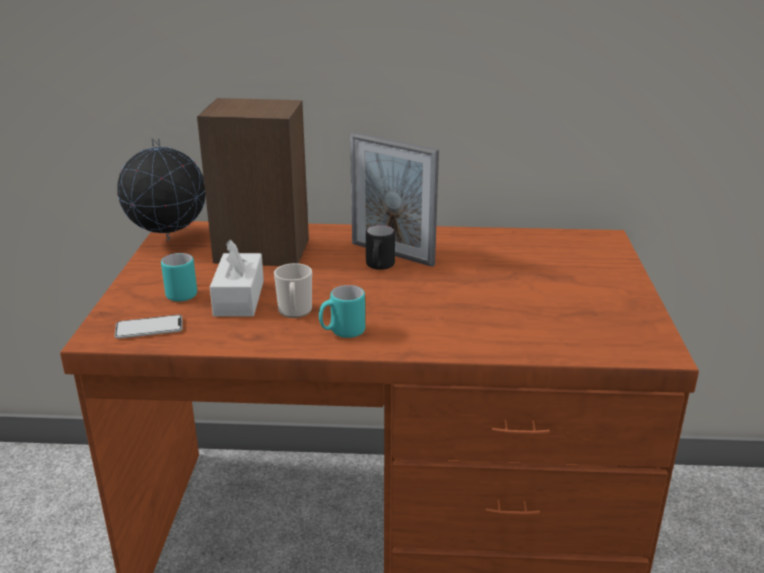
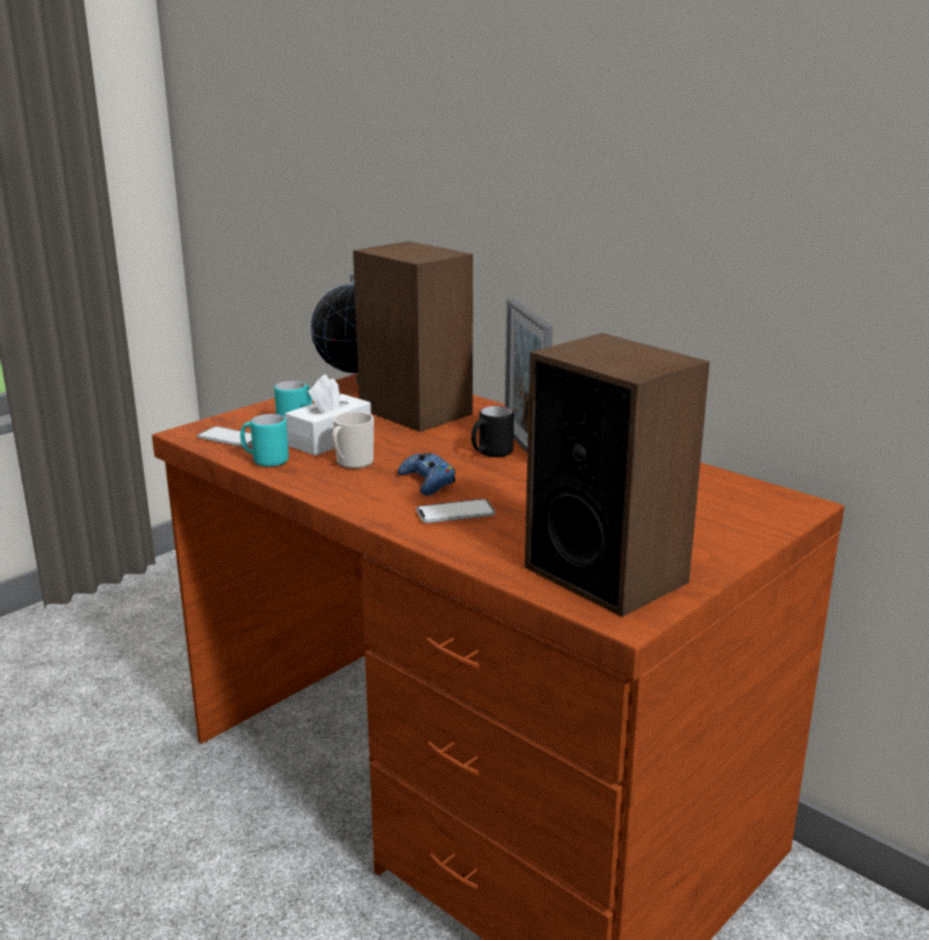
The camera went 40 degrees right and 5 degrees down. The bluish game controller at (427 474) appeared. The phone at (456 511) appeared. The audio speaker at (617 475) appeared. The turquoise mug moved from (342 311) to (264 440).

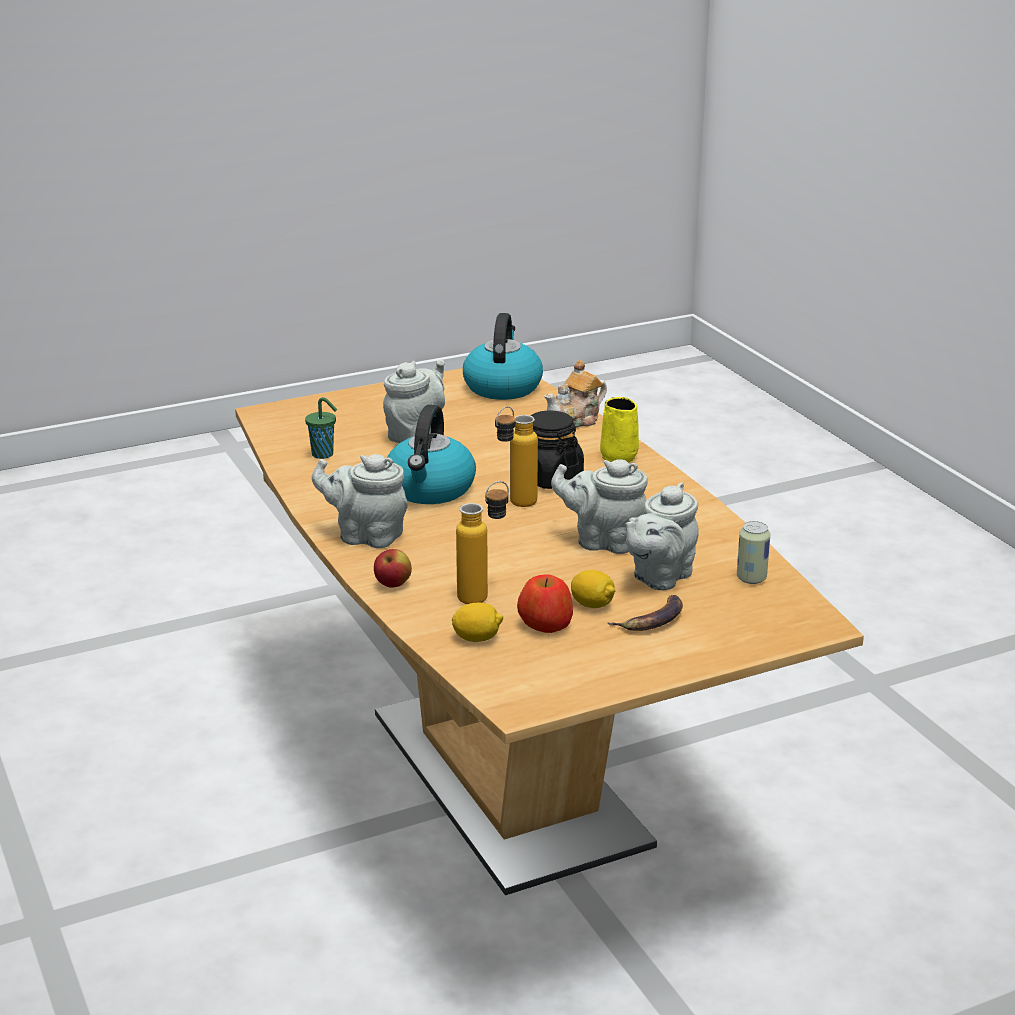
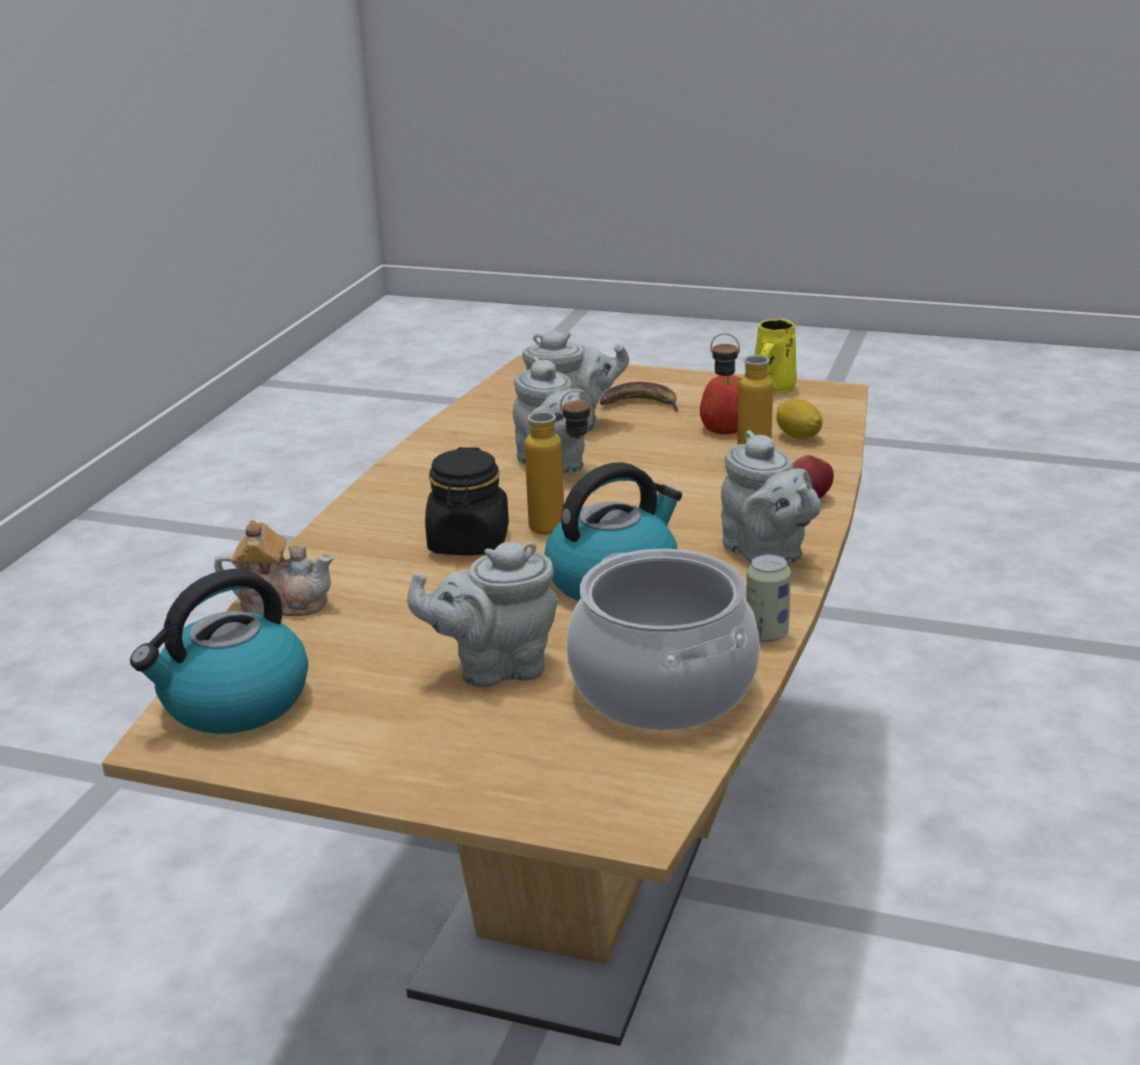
The camera went 135 degrees left and 0 degrees up. The lemon at (593 589) disappeared. The yellow mug moved from (619 430) to (776 356). The metal can moved from (753 552) to (768 598). The green-coloured small cup at (321 428) was replaced by the cooking pot at (663 639).

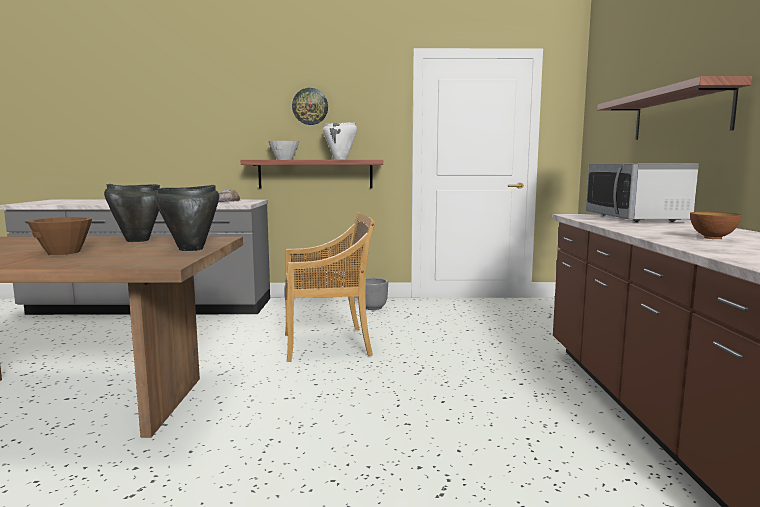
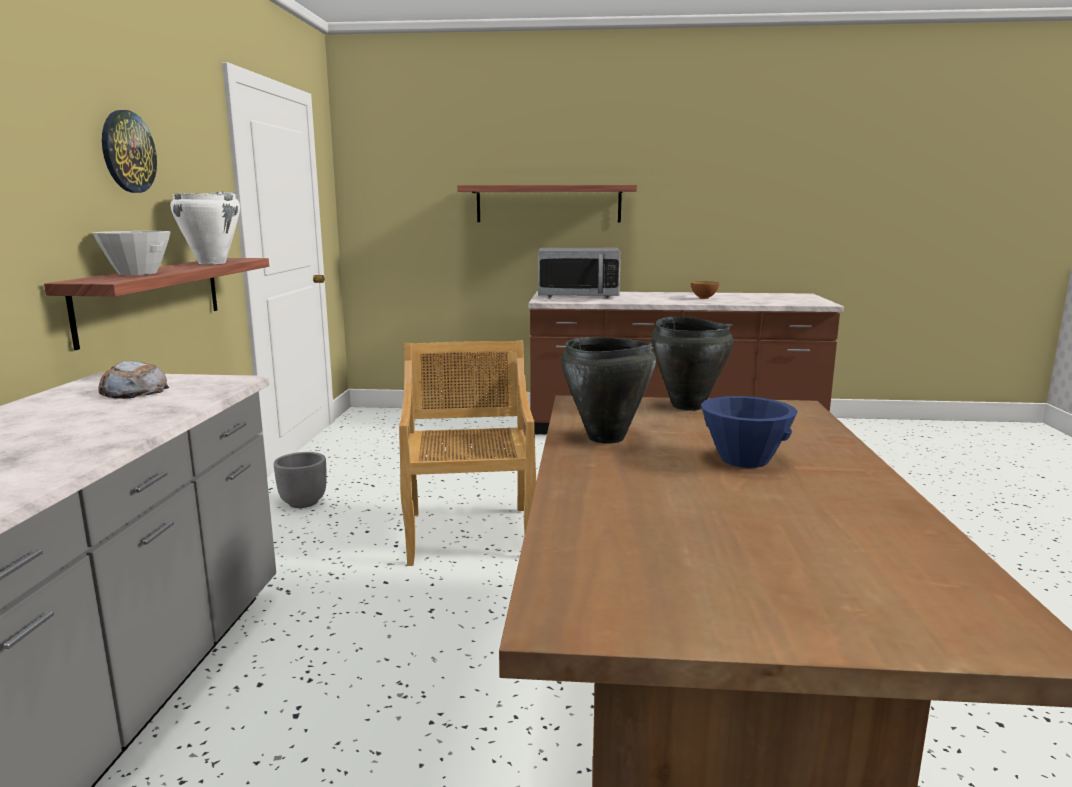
The camera went 85 degrees left and 5 degrees up. The brownish bowl at (59 236) became the bluish bowl at (749 432).

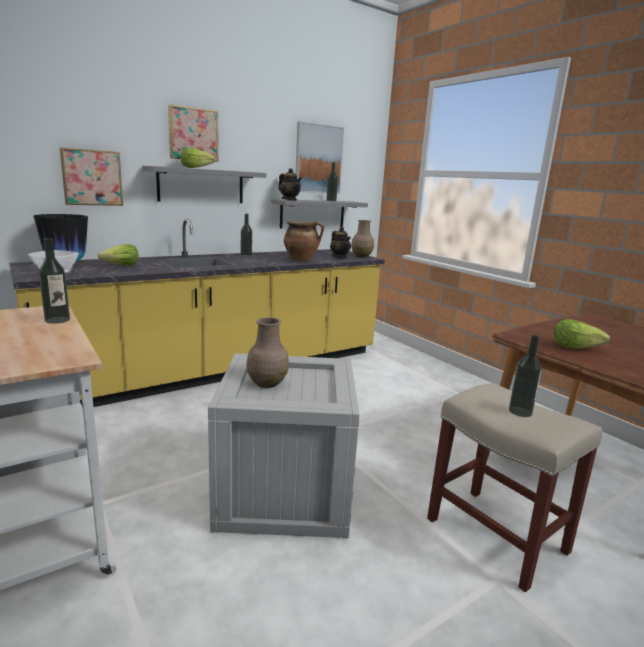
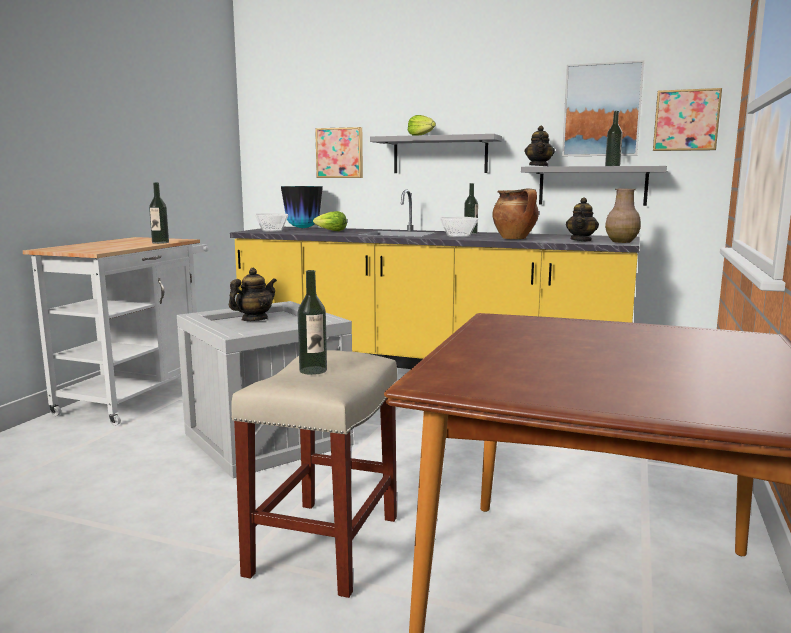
The camera went 55 degrees right and 5 degrees down. The lettuce head at (582 334) disappeared. The bowl at (459 227) appeared. The picture moved from (193 133) to (687 119). The brownish decorative vase at (267 352) was replaced by the pot for tea at (253 294).

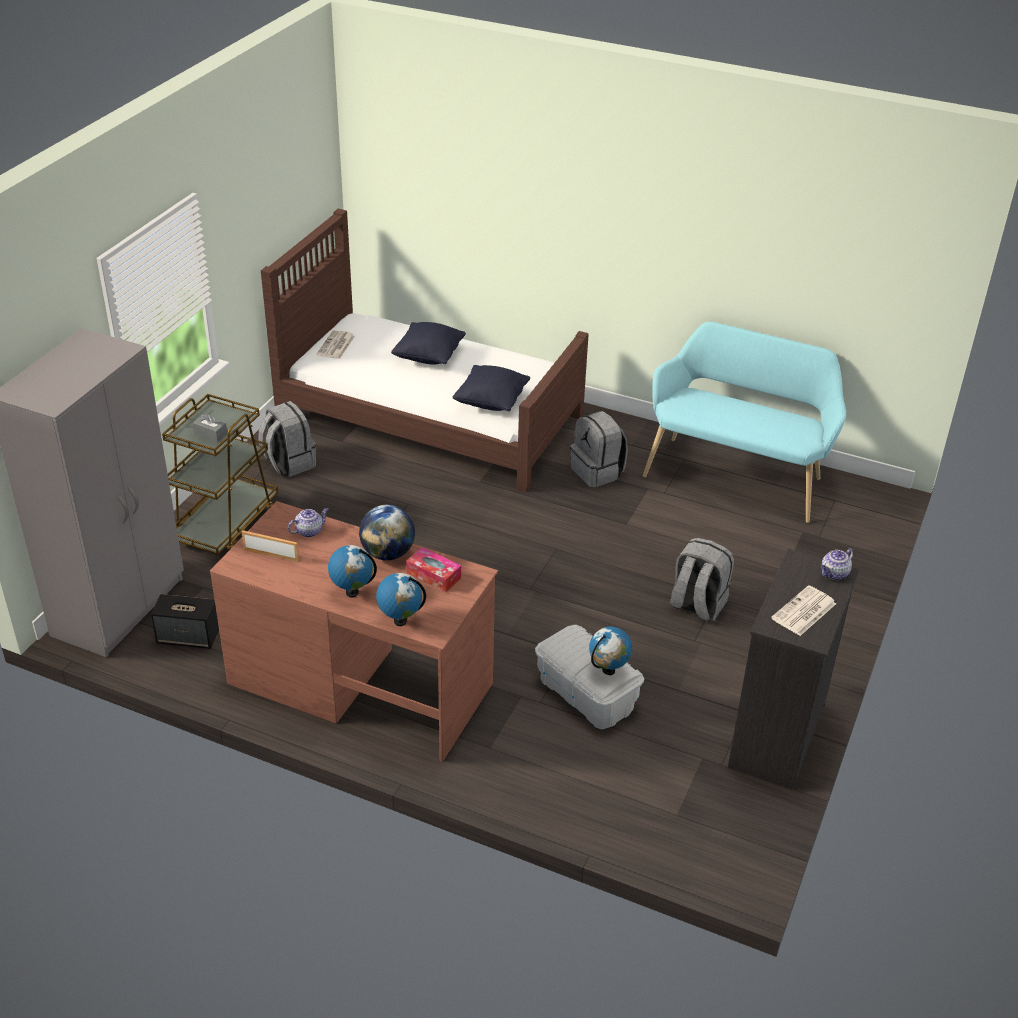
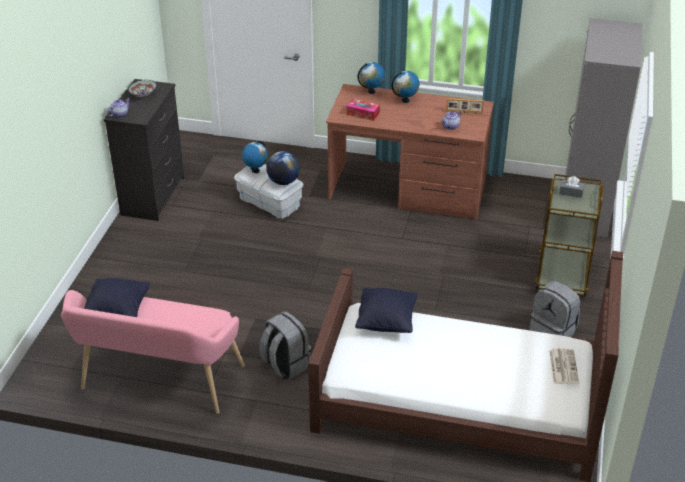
The camera went 170 degrees right and 0 degrees up. The audio speaker at (185 621) disappeared. The greyish rucksack at (702 580) disappeared. The world globe moved from (387 532) to (283 168). The black-coloured pillow moved from (428 343) to (117 297). The printed paper at (803 610) was replaced by the bowl at (142 88). The turquoise long seat at (744 422) became the pink long seat at (153 352).

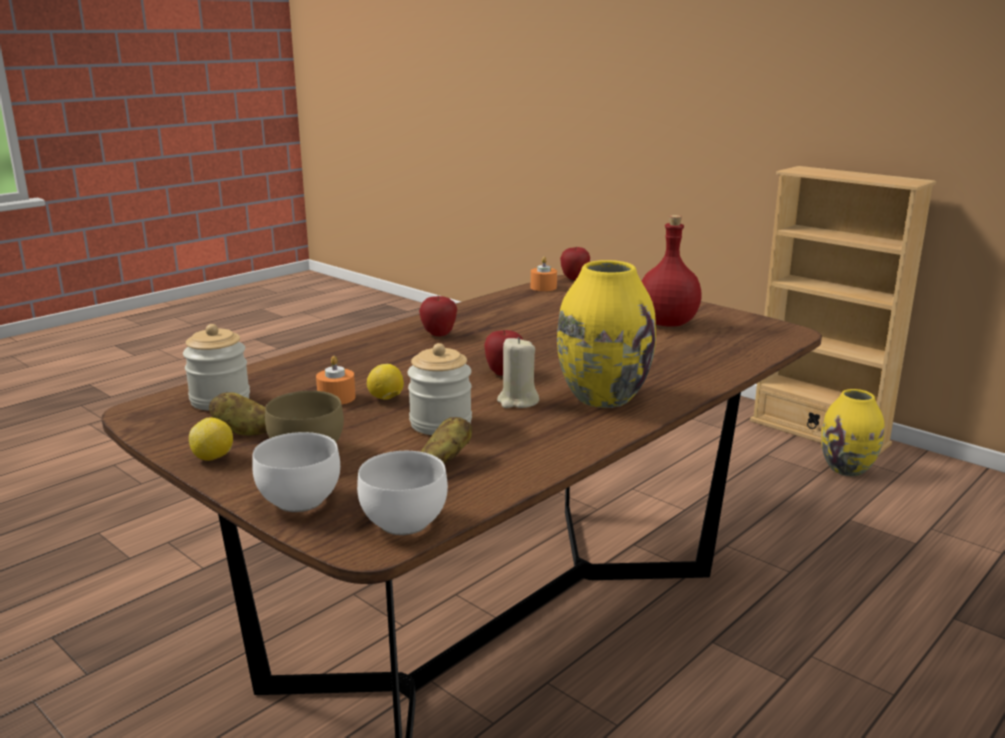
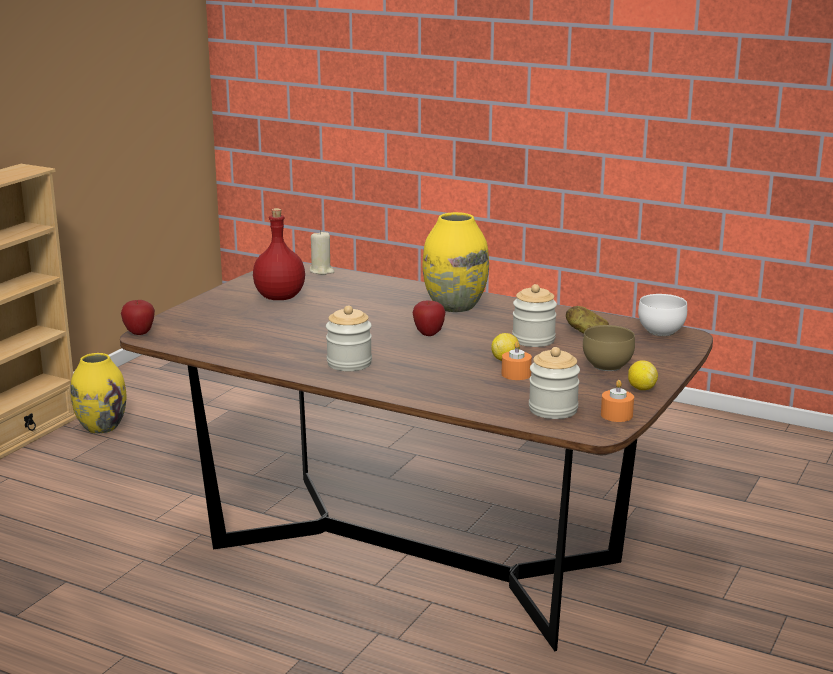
The camera went 105 degrees left and 0 degrees up. The spud at (238 414) disappeared. The white bowl at (296 472) disappeared. The beige-coloured wax candle moved from (518 372) to (322 252). The orangey wax candle moved from (544 274) to (617 401). The whole apple at (438 316) was replaced by the jar at (349 338).

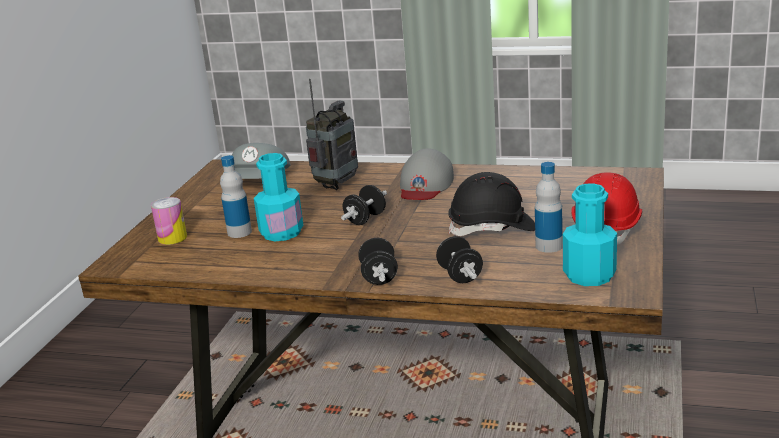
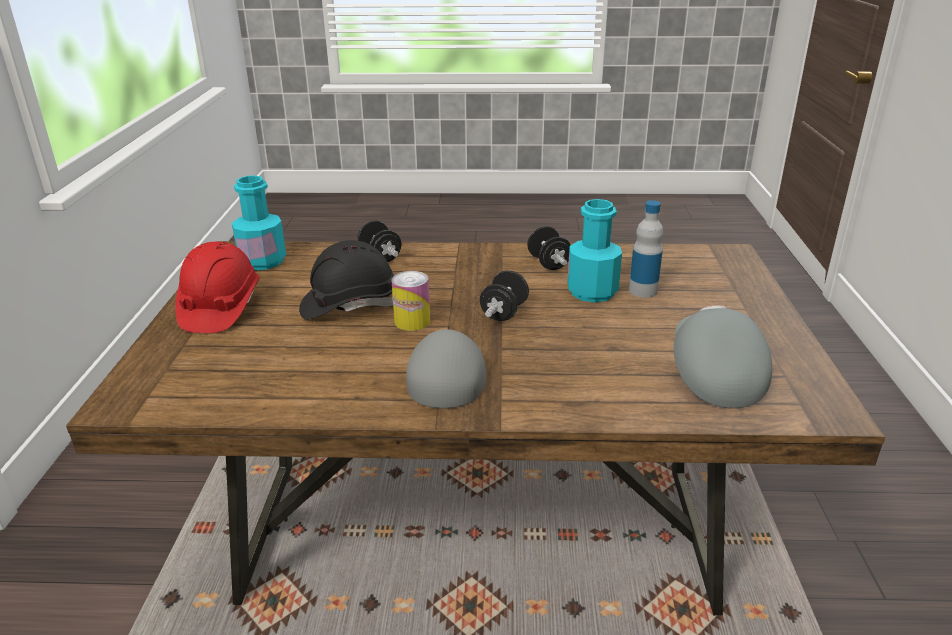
The camera went 165 degrees right and 5 degrees up. The radio set at (332 134) disappeared. The drink bottle at (549 207) disappeared. The metal can moved from (169 221) to (410 301). The black-coloured hand weight moved from (378 261) to (549 248).

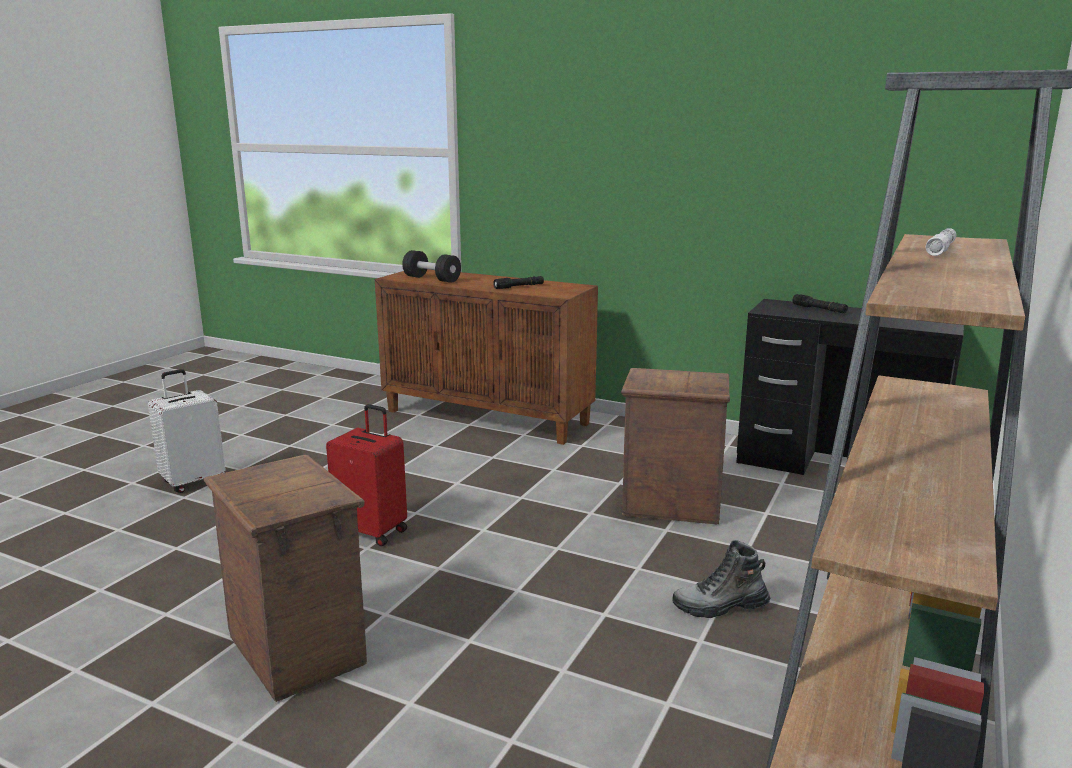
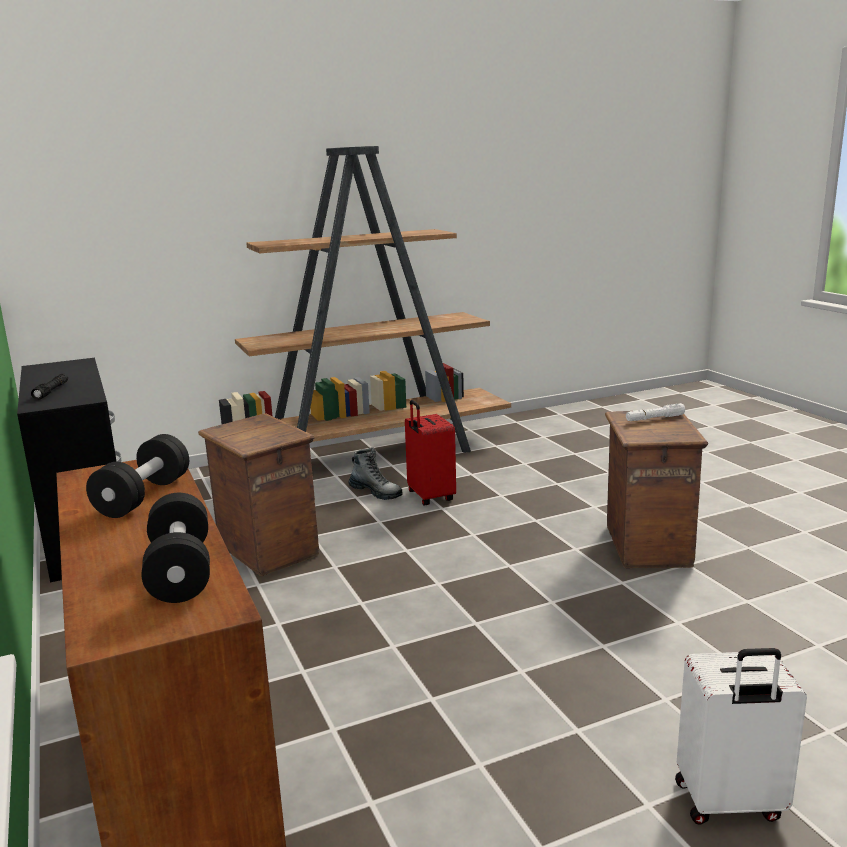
The camera went 140 degrees left and 0 degrees up. The reddish piece of luggage moved from (366 475) to (430 452). The white torch moved from (941 242) to (655 412). The black-coloured torch at (518 282) was replaced by the black-coloured hand weight at (137 476).

